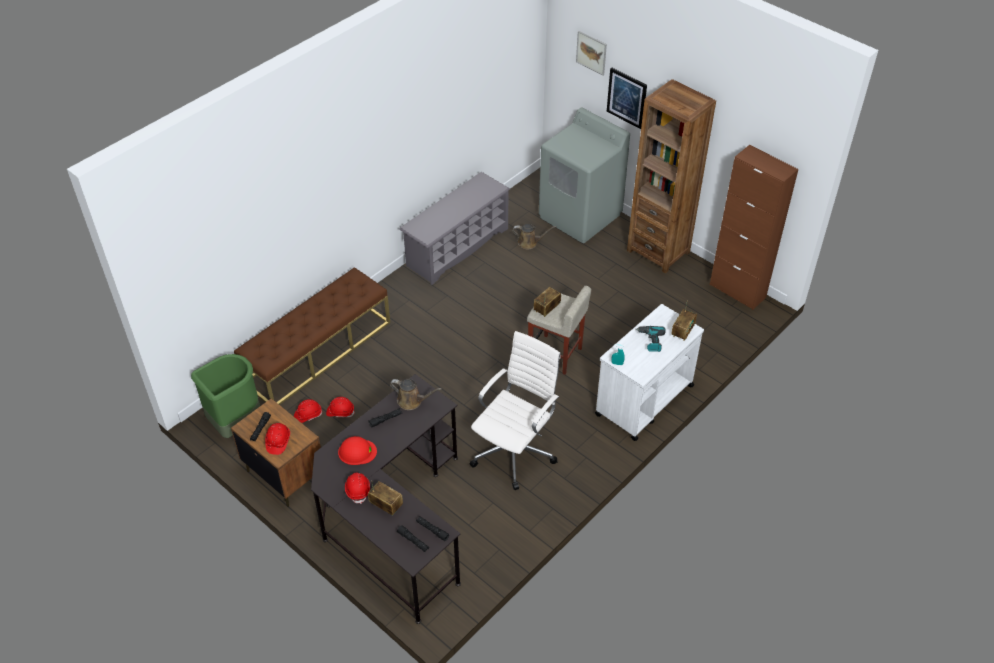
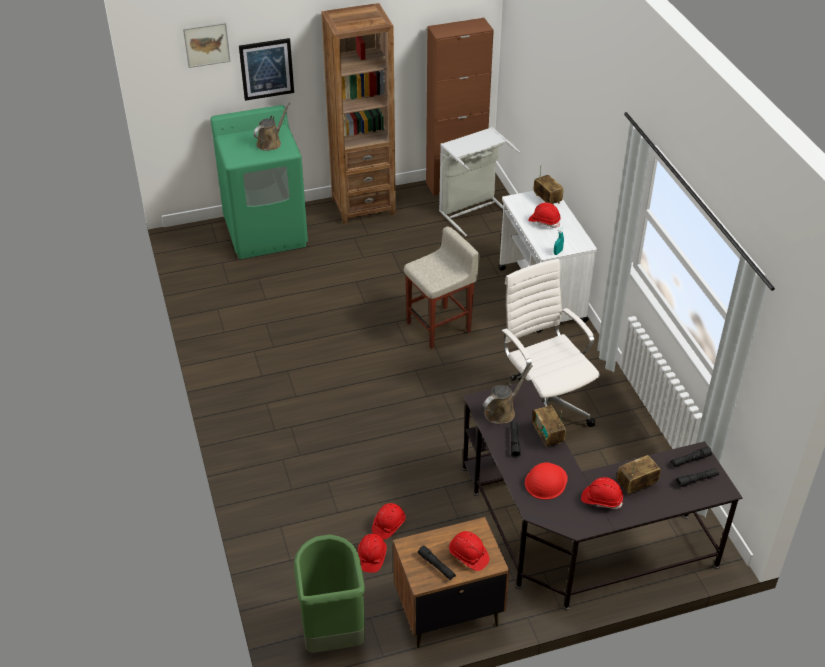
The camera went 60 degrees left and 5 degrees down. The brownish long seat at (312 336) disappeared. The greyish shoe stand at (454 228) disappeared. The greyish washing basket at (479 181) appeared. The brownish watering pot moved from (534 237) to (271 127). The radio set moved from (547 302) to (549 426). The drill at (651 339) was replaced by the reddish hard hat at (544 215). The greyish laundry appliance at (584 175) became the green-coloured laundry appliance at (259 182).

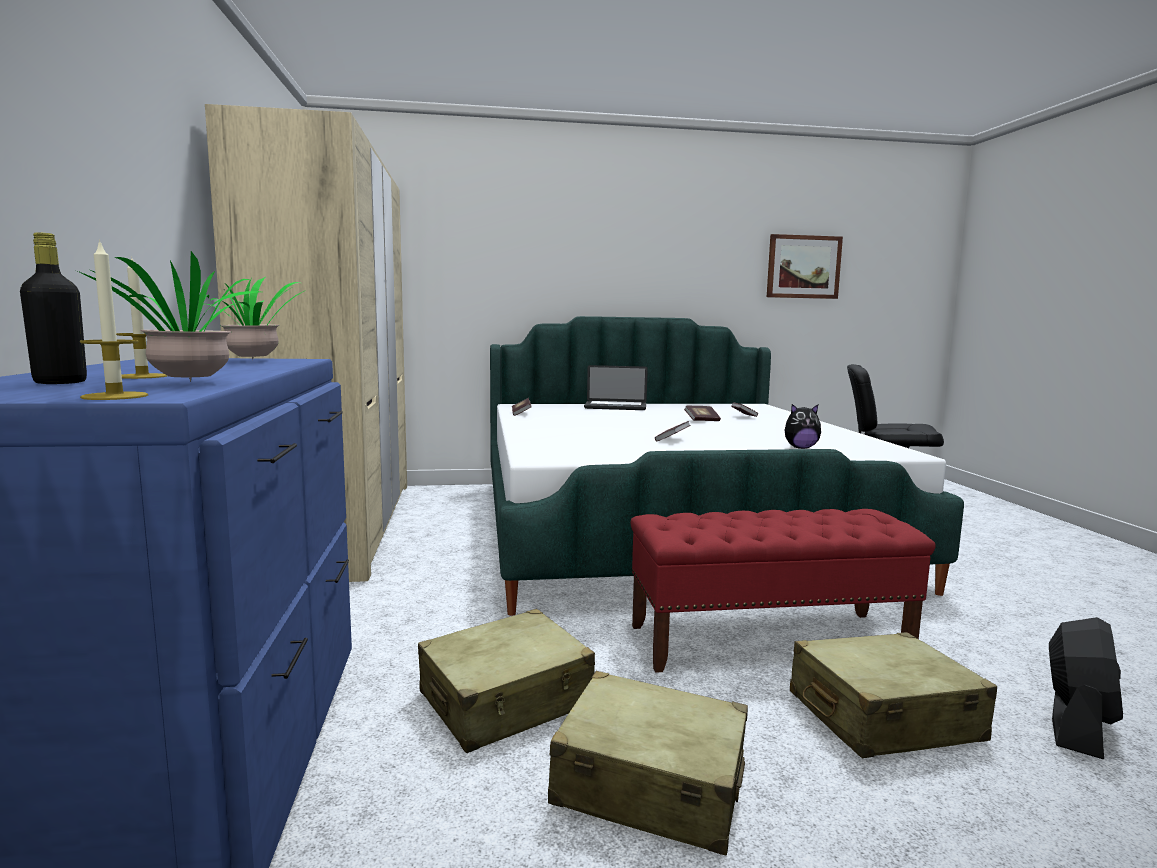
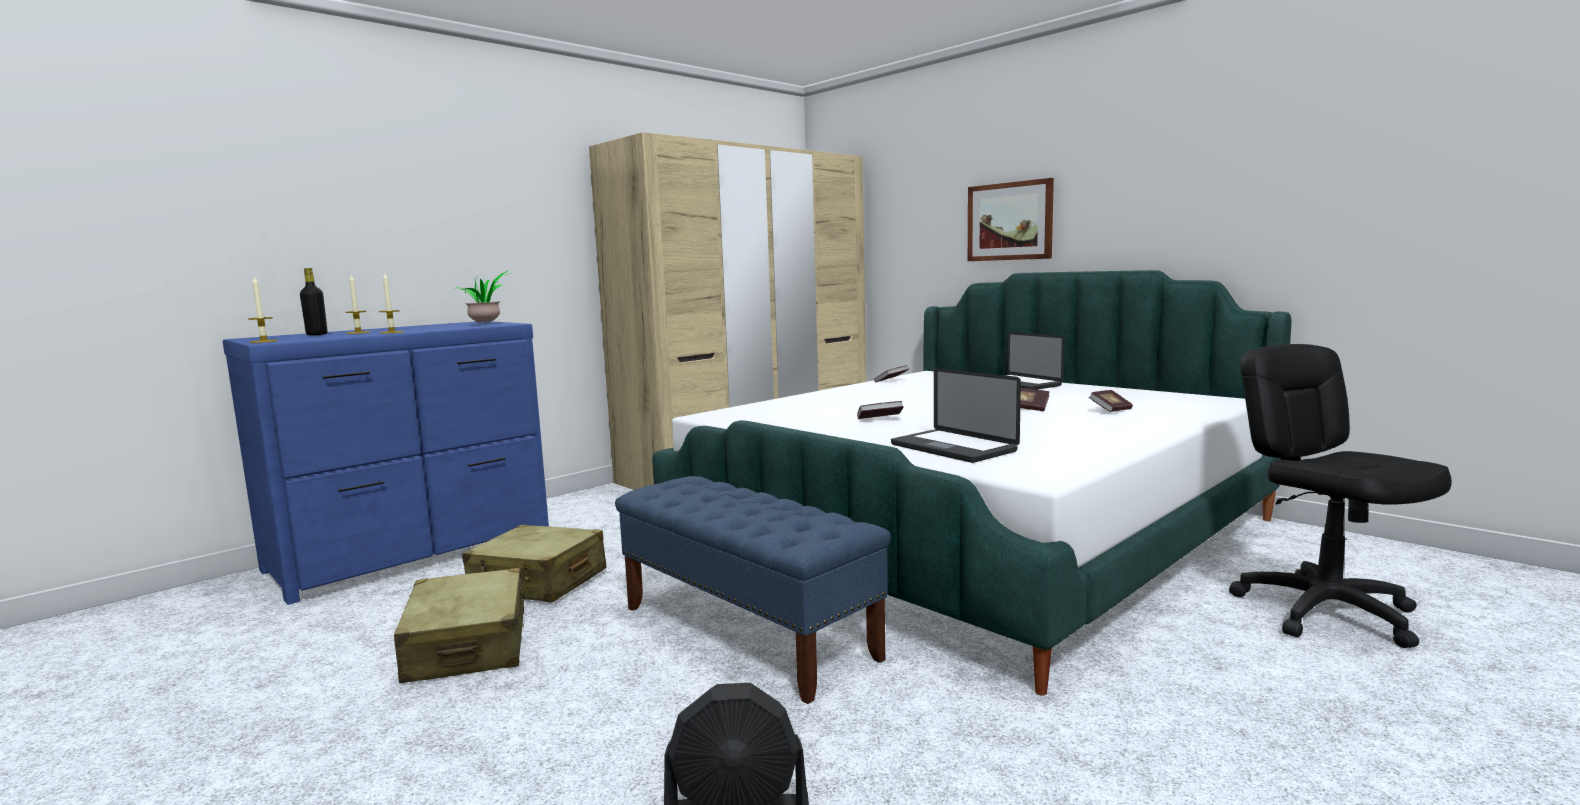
The camera went 55 degrees right and 0 degrees up. The houseplant at (168 316) disappeared. The beige-coloured piece of luggage at (893 695) disappeared. The wax candle at (391 304) appeared. The picture moved from (805 266) to (1011 219). The cuddly toy at (803 426) was replaced by the notebook computer at (956 415). The reddish long seat at (783 591) became the bluish long seat at (753 590).

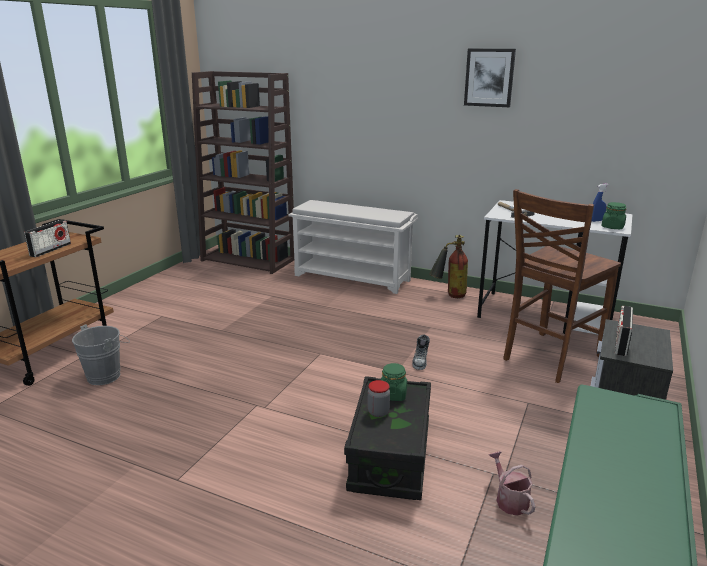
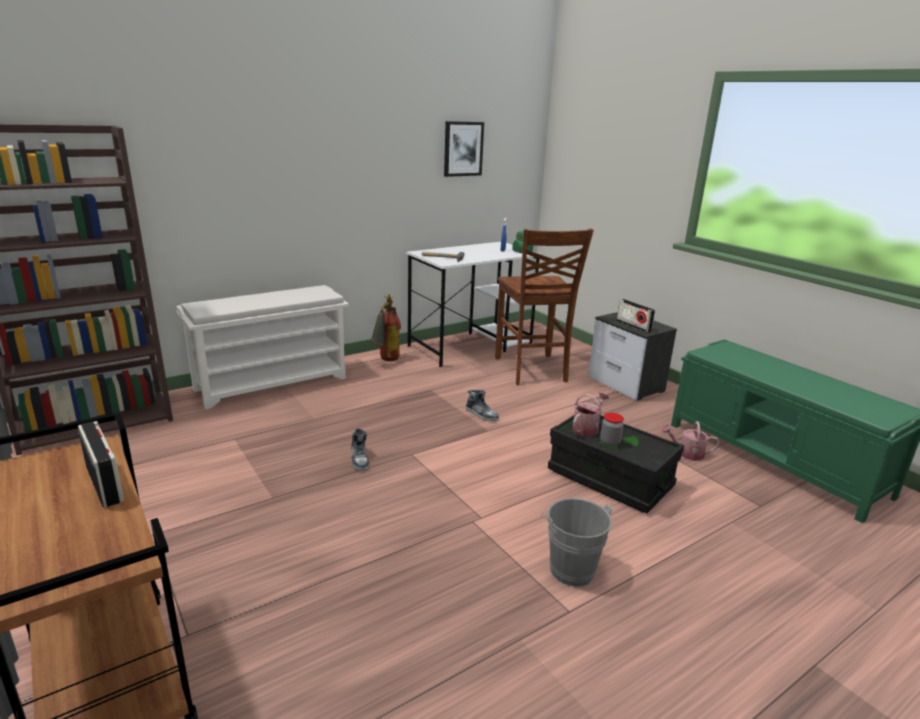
The camera went 60 degrees left and 0 degrees up. The shoe at (360 449) appeared. The greyish water bucket moved from (101 354) to (576 542). The picture moved from (490 78) to (464 149). The green-coloured jar at (394 382) was replaced by the watering pot at (590 414).

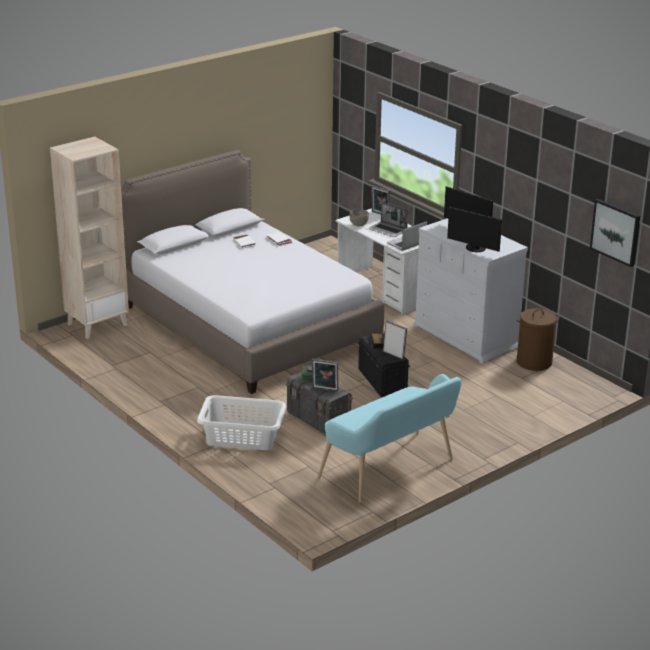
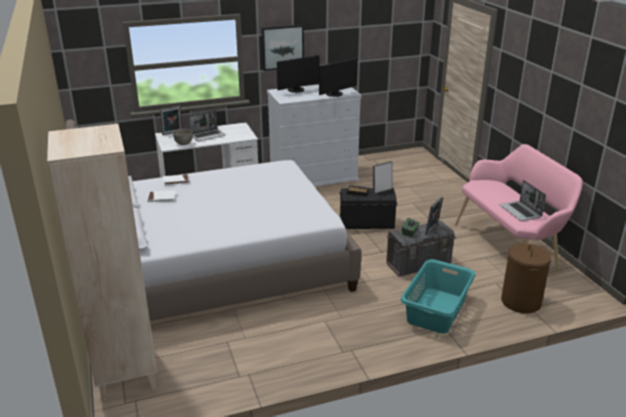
The camera went 70 degrees left and 0 degrees up. The notebook computer moved from (407 236) to (523 200). The brownish washing basket moved from (538 339) to (526 278). The picture moved from (615 233) to (283 47). The white washing basket at (241 422) became the turquoise washing basket at (438 296). The turquoise long seat at (389 438) became the pink long seat at (519 207).

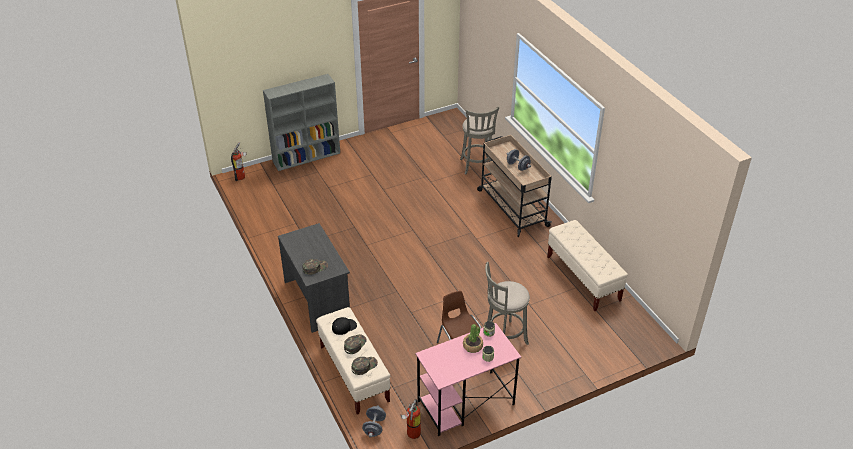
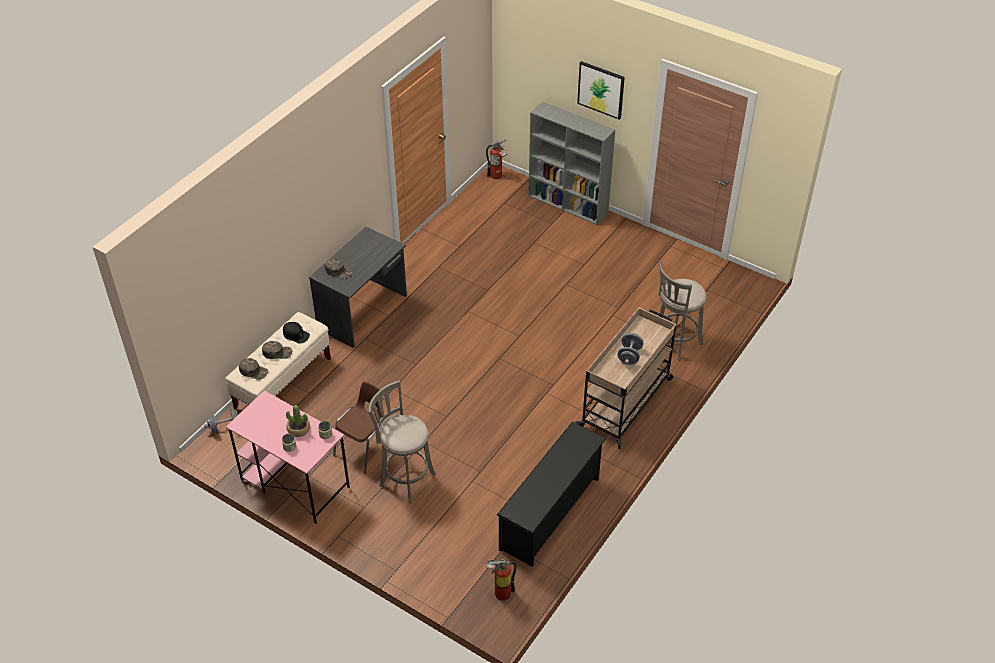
The camera went 60 degrees right and 5 degrees up. The picture at (601 90) appeared. The fire-fighting cylinder moved from (411 419) to (502 579). The beige-coloured long seat at (587 265) was replaced by the black-coloured shoe stand at (551 494).

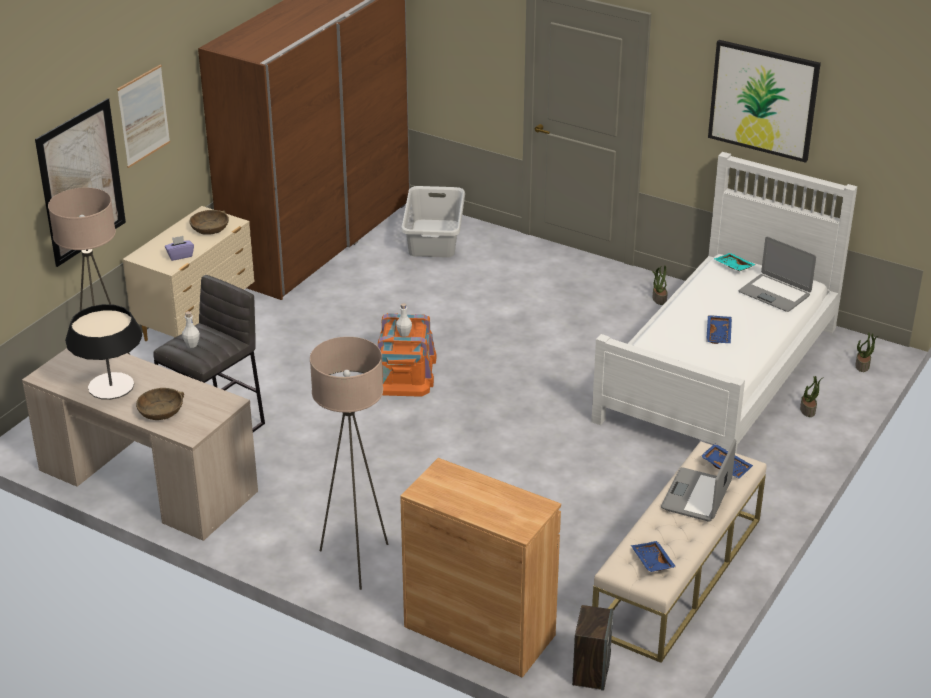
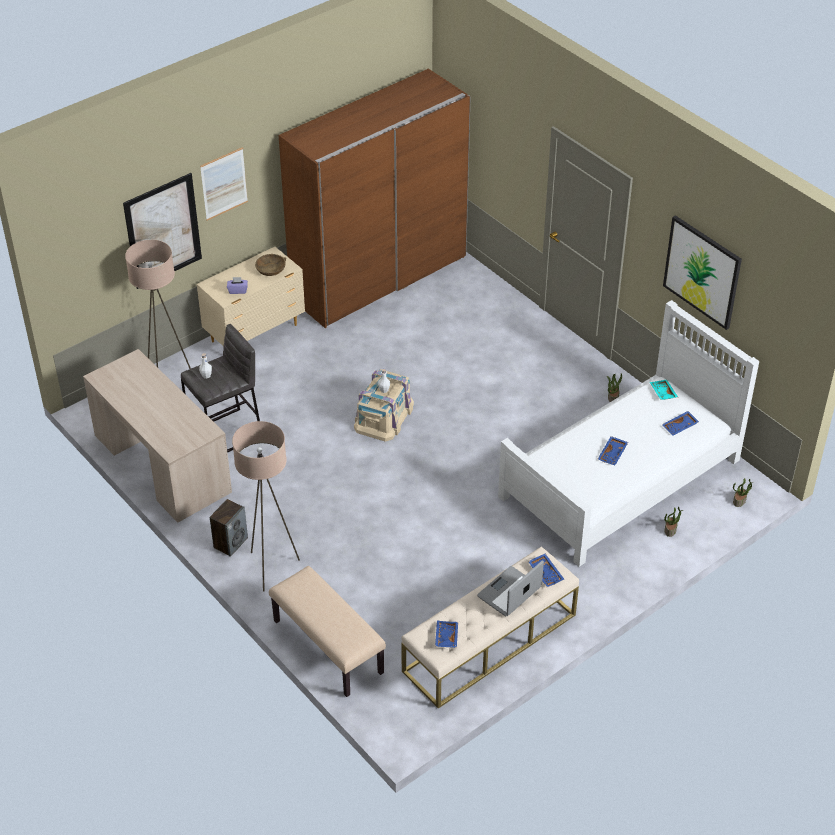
The camera went 20 degrees right and 10 degrees up. The lamp for a table at (103 352) disappeared. The brownish bowl at (160 404) disappeared. The greyish washing basket at (433 222) disappeared. The audio speaker moved from (592 648) to (229 528). The brownish storage cabinet at (480 568) was replaced by the beige-coloured long seat at (327 631). The notebook computer at (777 274) was replaced by the bluish carrying tray at (680 423). The orangey storage box at (407 354) became the beige-coloured storage box at (384 405).

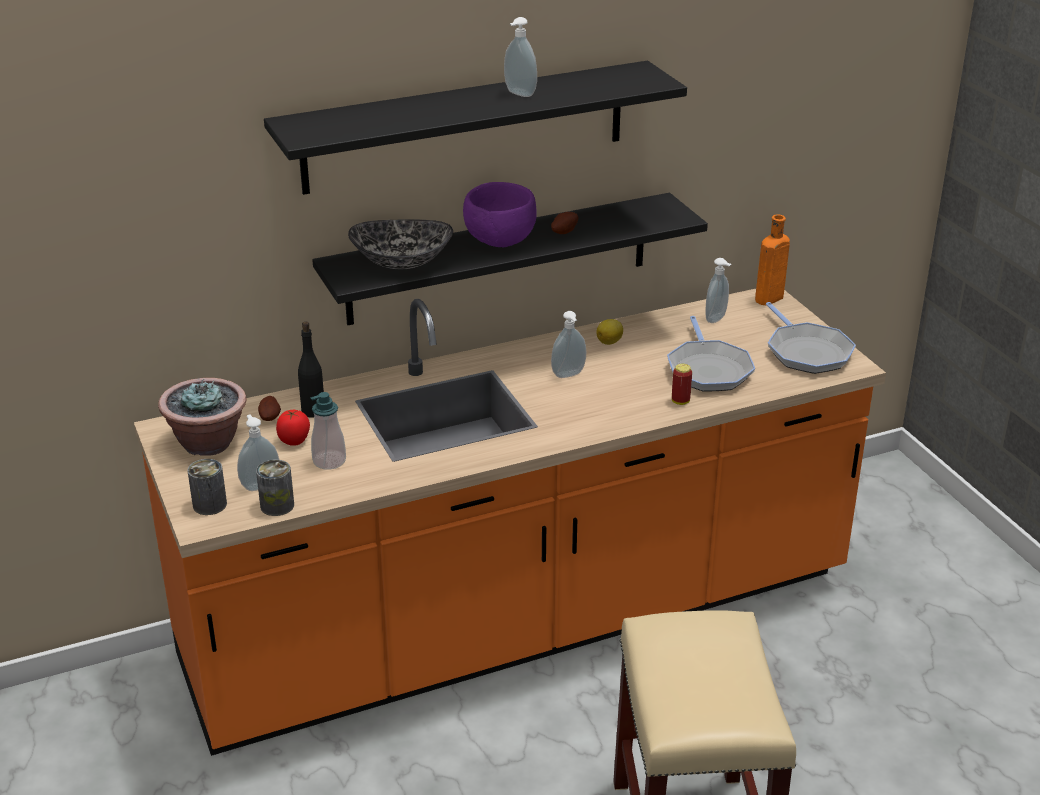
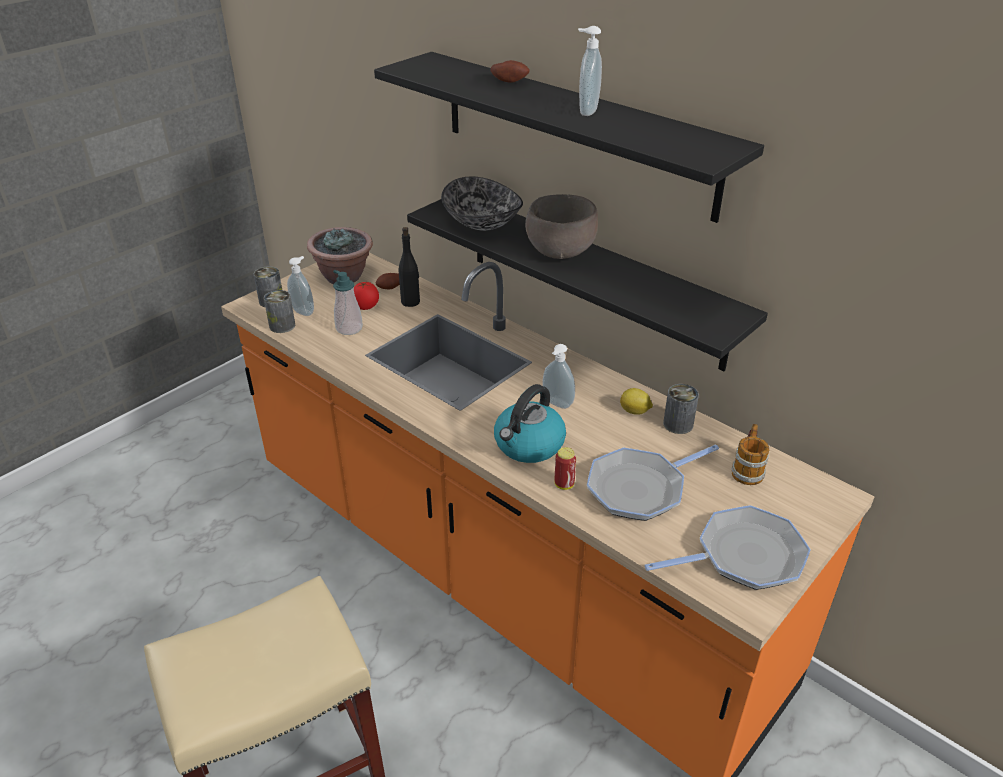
The camera went 65 degrees right and 5 degrees up. The orangey drink bottle at (772 259) disappeared. The tea kettle at (530 423) appeared. The metal can at (681 409) appeared. The spud moved from (564 223) to (510 71). The liquid soap bottle at (718 290) was replaced by the mug at (751 454). The purplish bowl at (500 214) became the brownish bowl at (561 226). The frying pan at (811 338) turned 150 degrees counterclockwise.

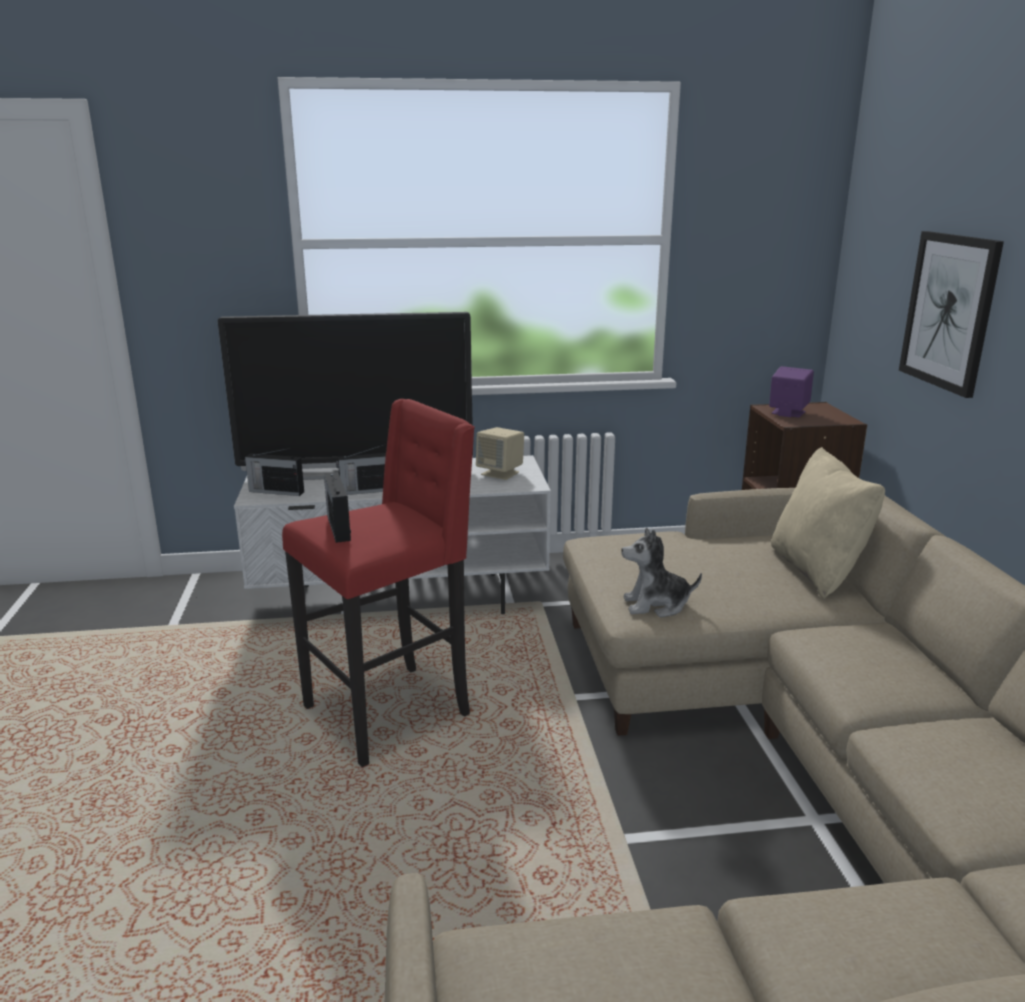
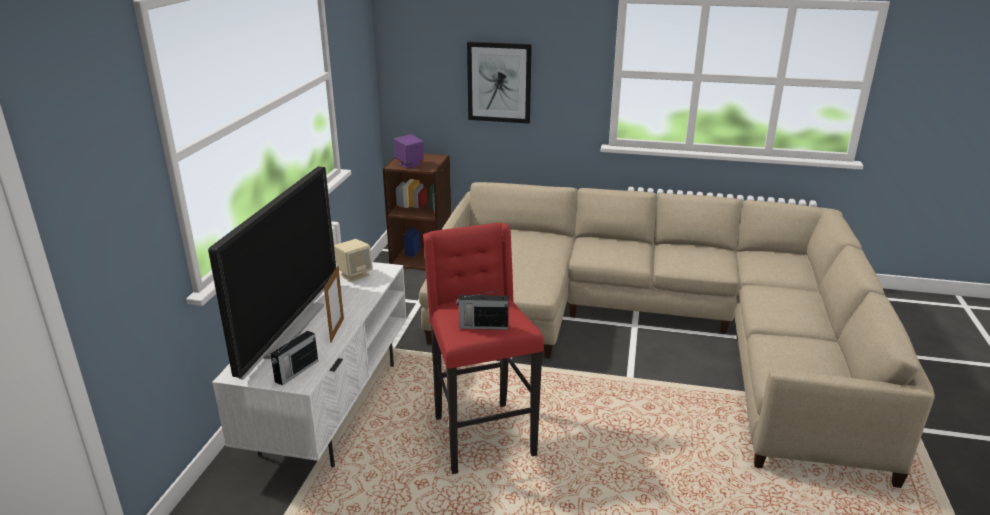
The camera went 70 degrees left and 5 degrees up. The cuddly toy at (661 572) disappeared. The beige-coloured pillow at (828 523) disappeared. The radio set at (361 469) was replaced by the standing frame at (334 304).

